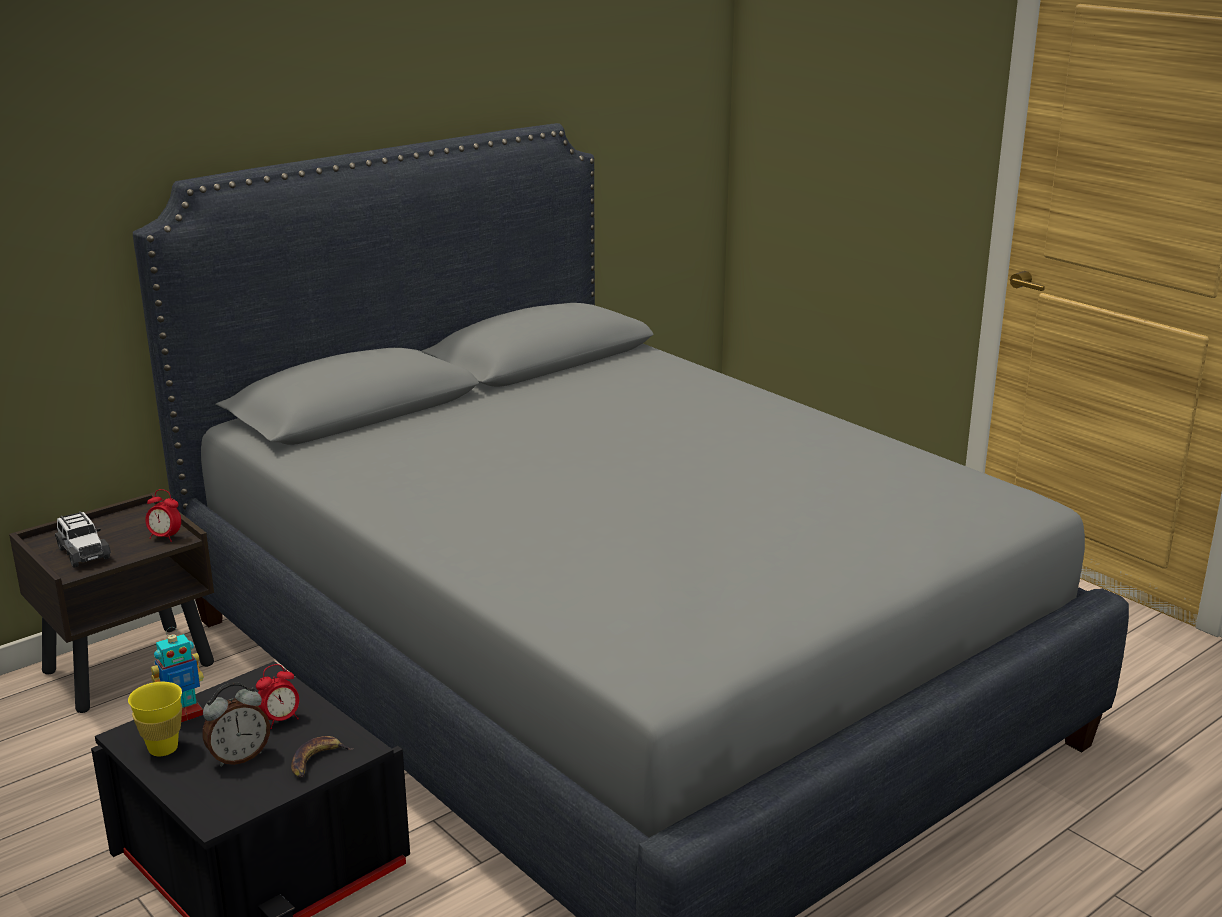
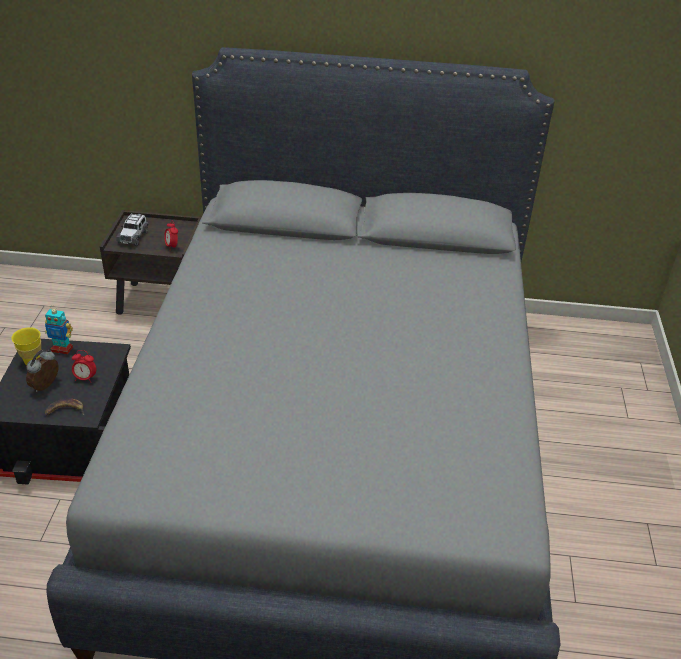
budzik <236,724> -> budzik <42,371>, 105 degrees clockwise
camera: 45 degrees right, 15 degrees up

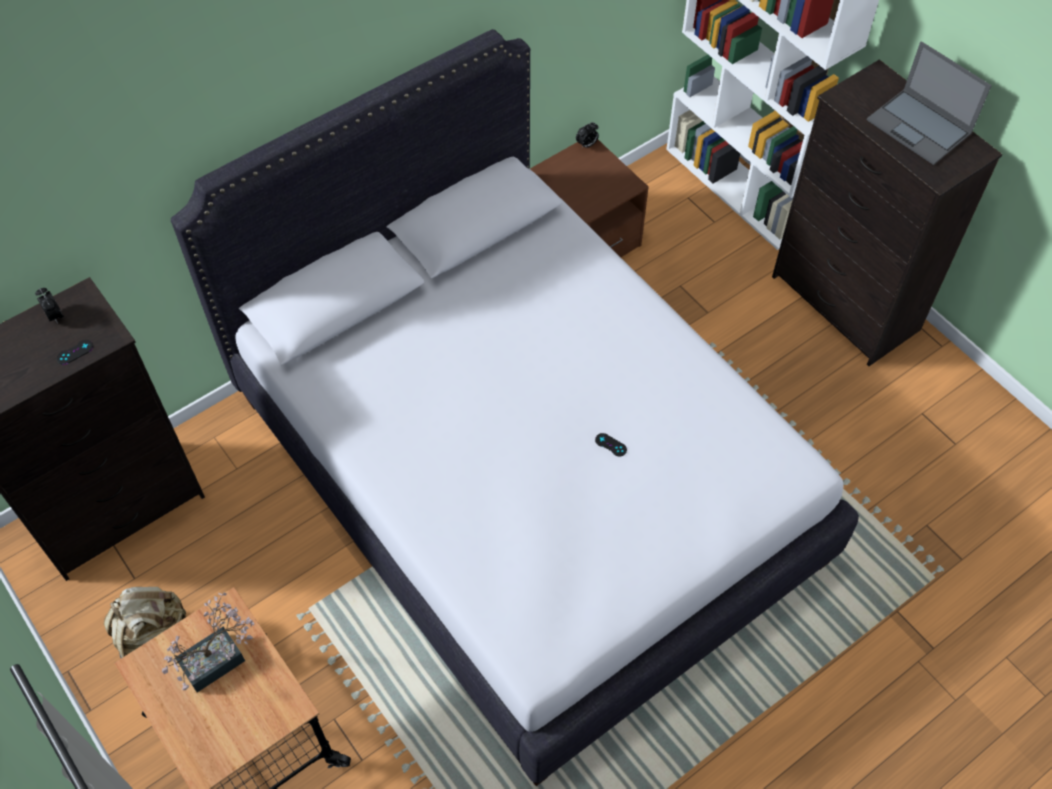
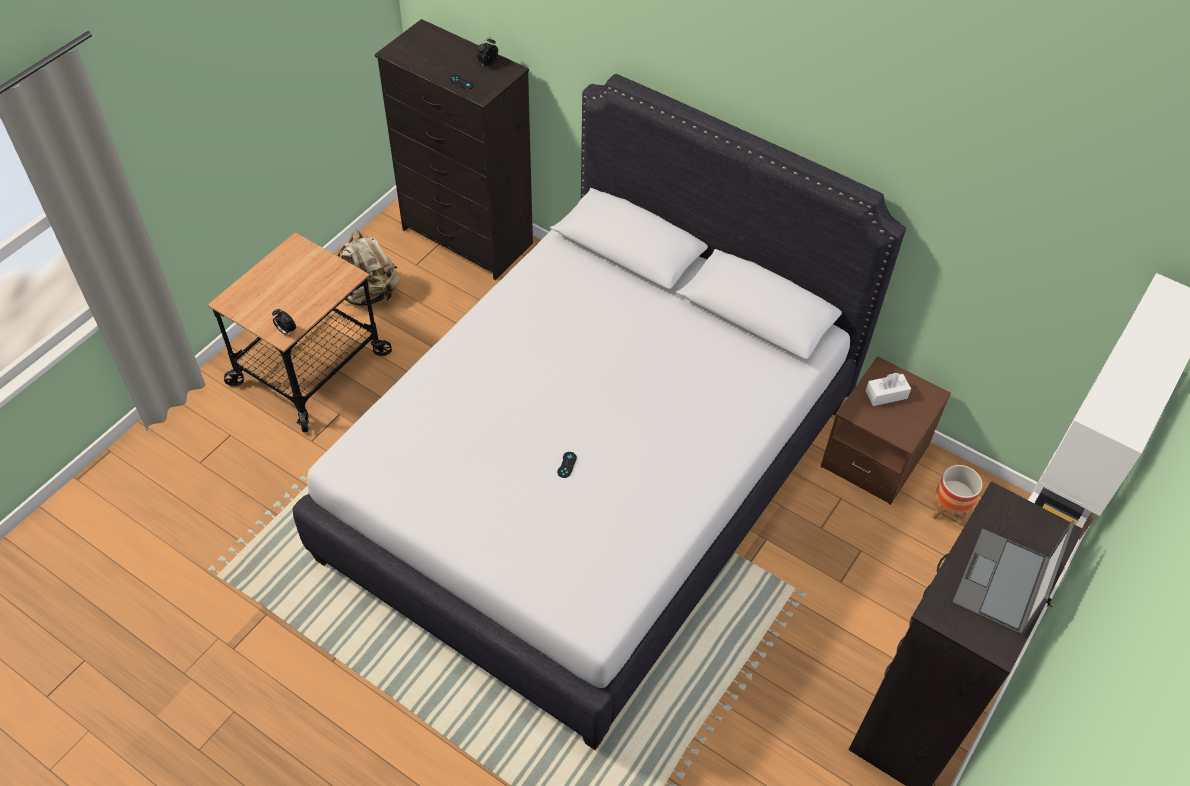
roślina doniczkowa <208,642> -> none
none -> pudełko chusteczek (biały) <888,389>
none -> donica <957,495>
budzik <587,135> -> budzik <284,322>, moved
camera: 70 degrees right, 5 degrees down

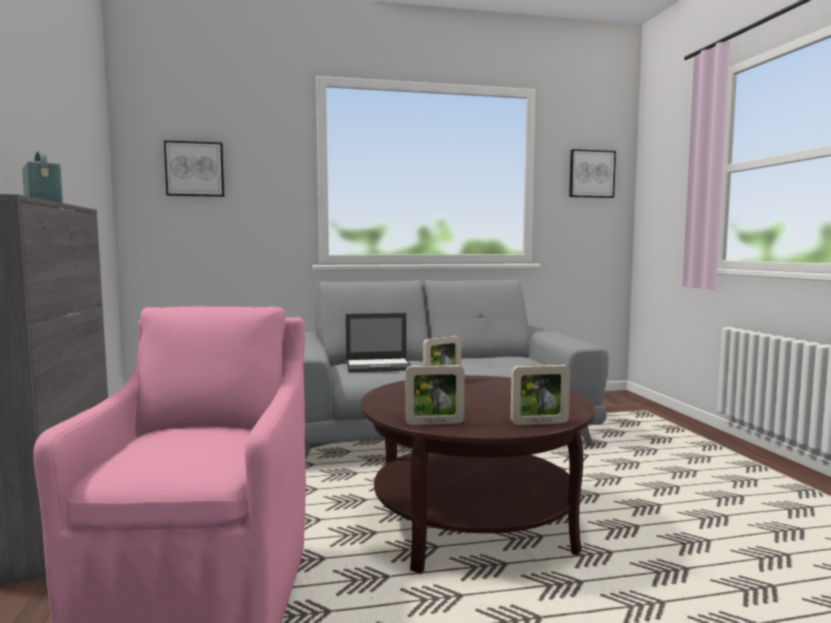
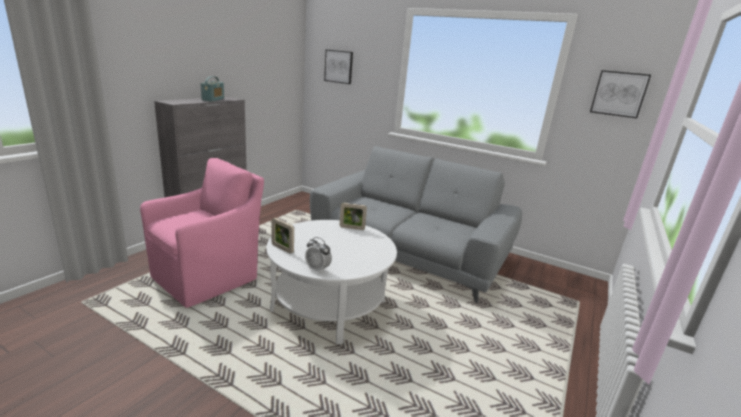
laptop <379,342> -> none
ramka na zdjęcie <540,395> -> budzik <318,255>
ława (brązowy) <477,474> -> ława (biały) <331,282>
camera: 40 degrees right, 15 degrees up

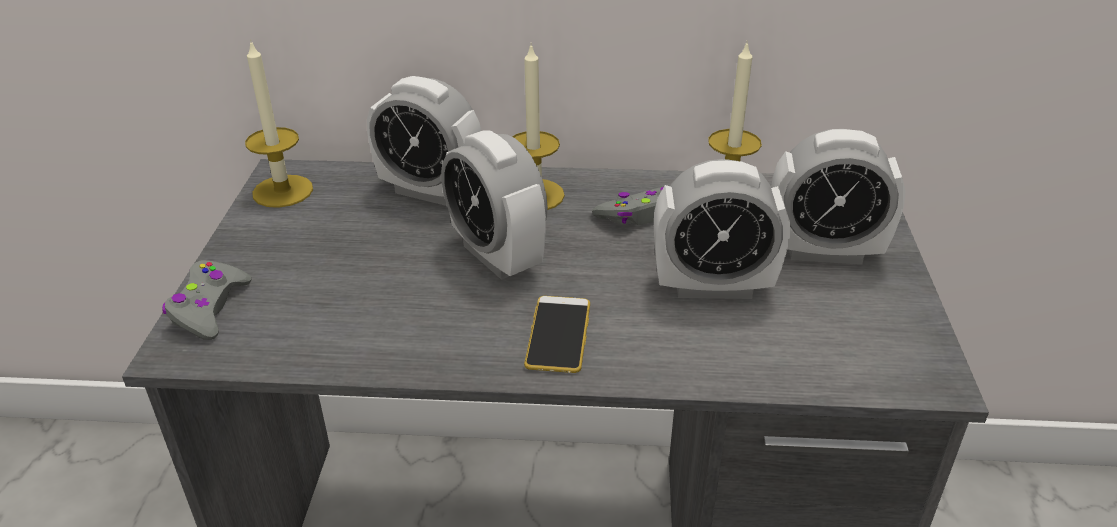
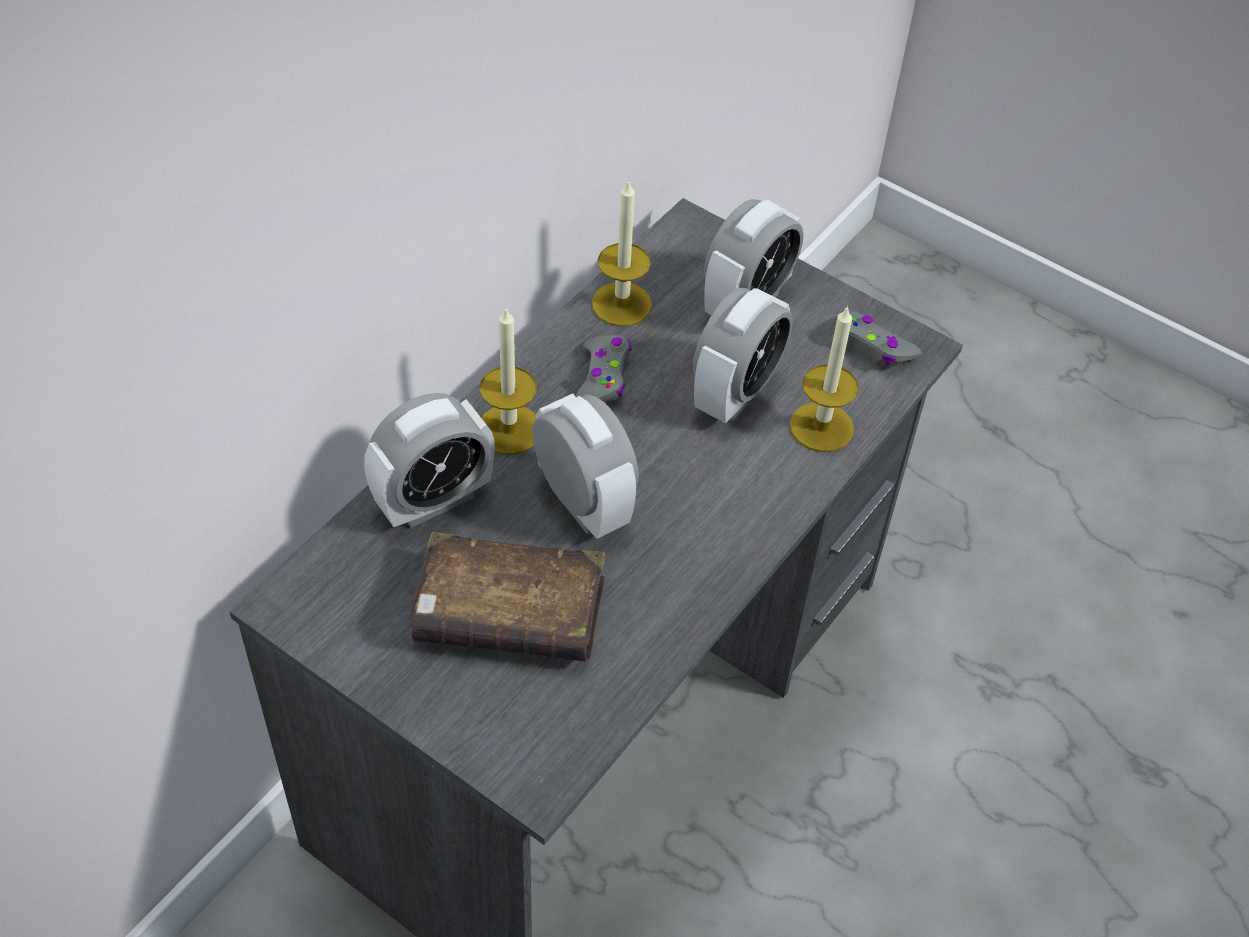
telefon <557,334> -> none
none -> książka (brązowy) <507,597>
pad do gier (szary) <207,300> -> pad do gier (szary) <884,339>, moved
świeca <279,123> -> świeca <824,378>, moved
budzik <494,205> -> budzik <585,466>, 120 degrees counterclockwise
camera: 60 degrees left, 15 degrees up

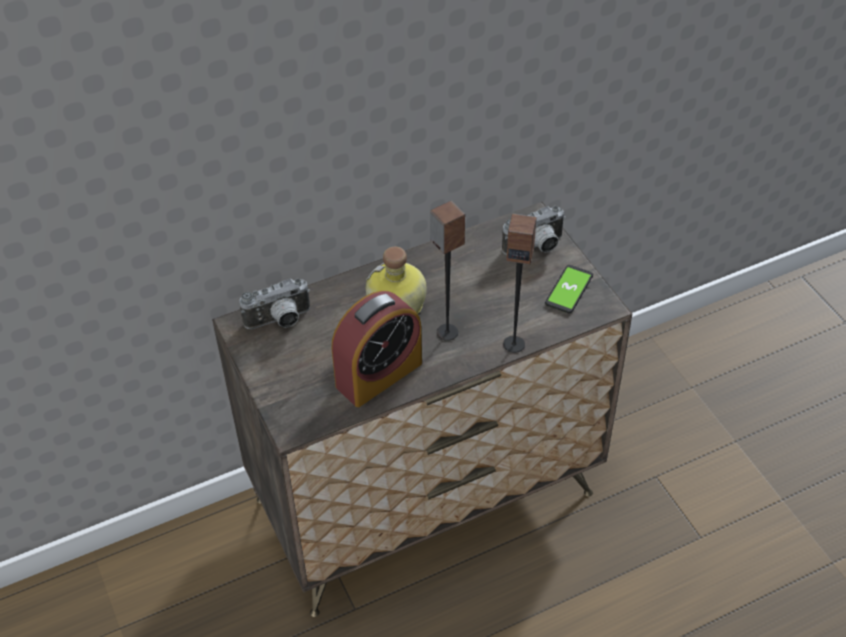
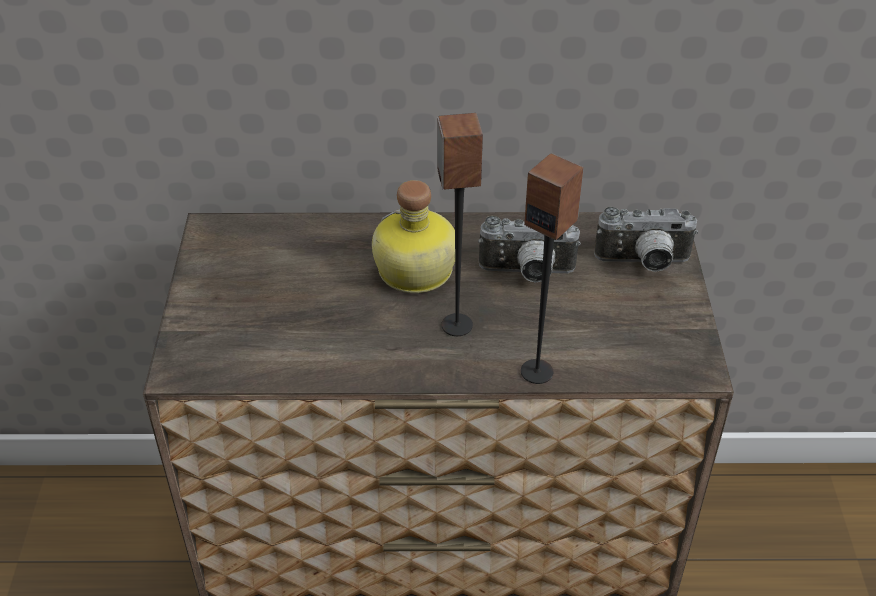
budzik <377,349> -> none
telefon <569,289> -> none
aparat fotograficzny <274,303> -> aparat fotograficzny <529,249>, moved
camera: 25 degrees right, 5 degrees down

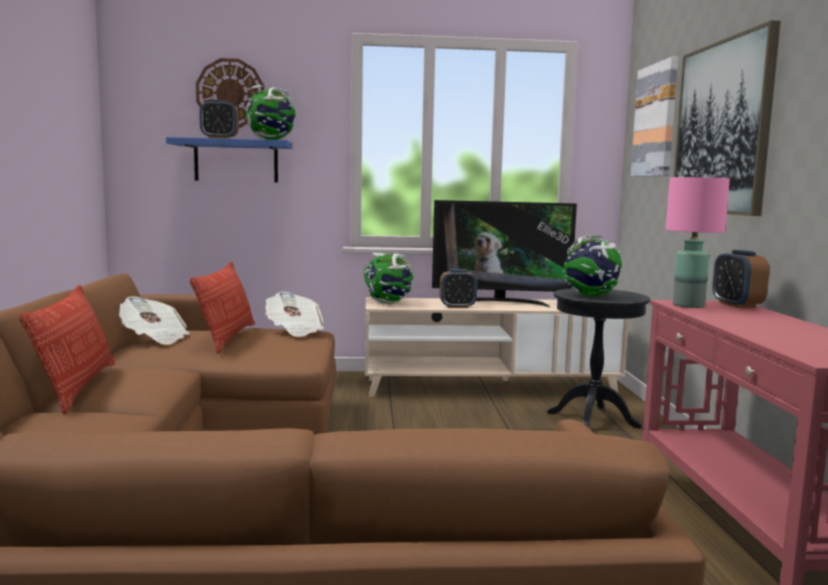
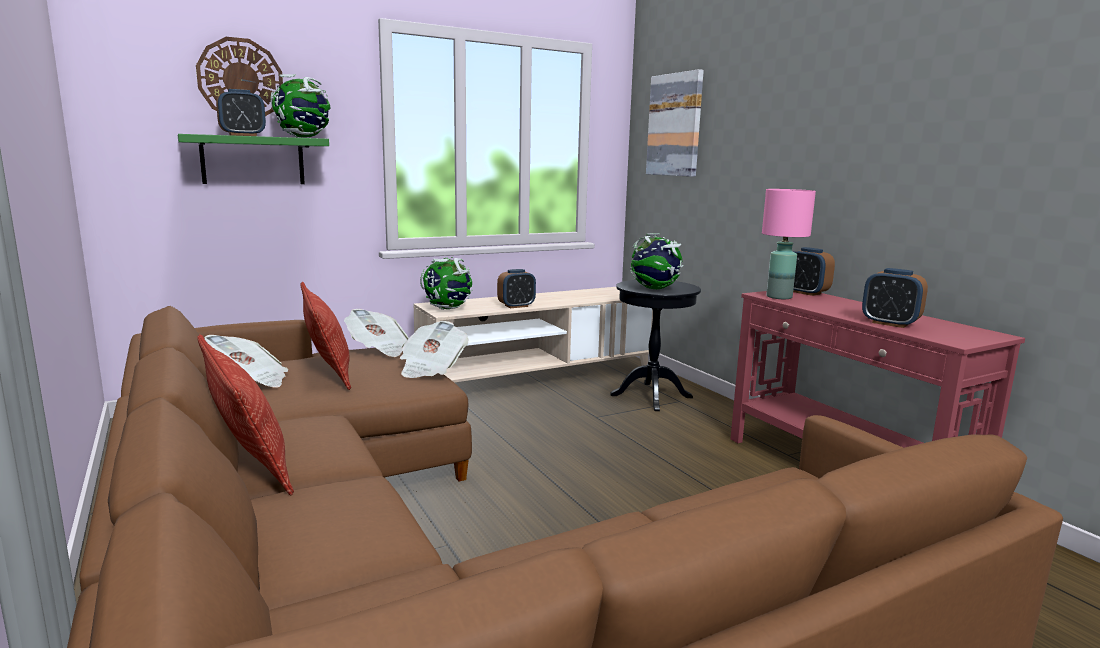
telewizor <504,253> -> none
obraz <727,118> -> none
none -> gazeta <434,349>
none -> budzik <895,298>
półka (niebieski) <229,159> -> półka (zielony) <253,159>
camera: 25 degrees left, 5 degrees up

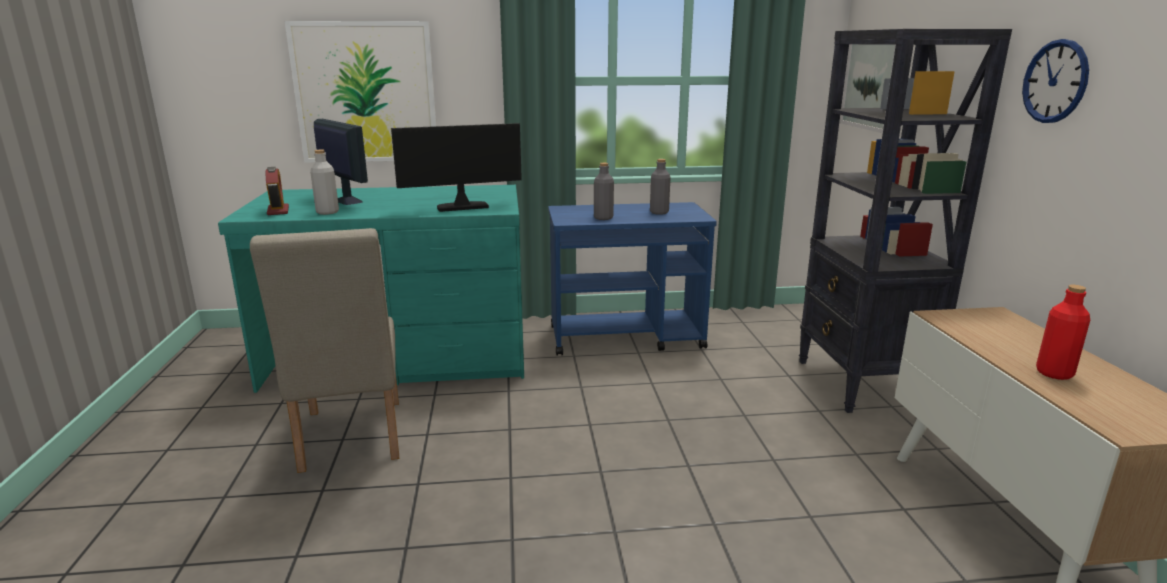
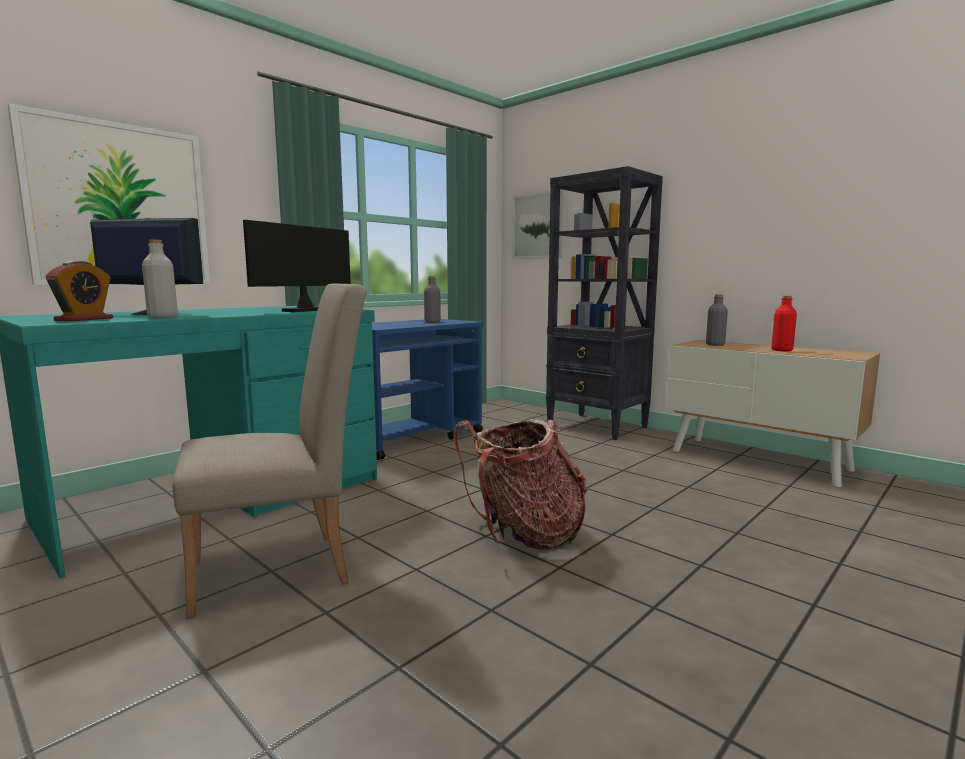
zegar ścienny <1055,81> -> none
none -> plecak <520,484>
butelka (szary) <604,191> -> butelka (szary) <717,320>, moved
krzesło (beżowy) <324,350> -> krzesło (beżowy) <269,451>, 60 degrees counterclockwise
budzik <277,191> -> budzik <79,291>, 75 degrees clockwise
camera: 40 degrees left, 10 degrees down

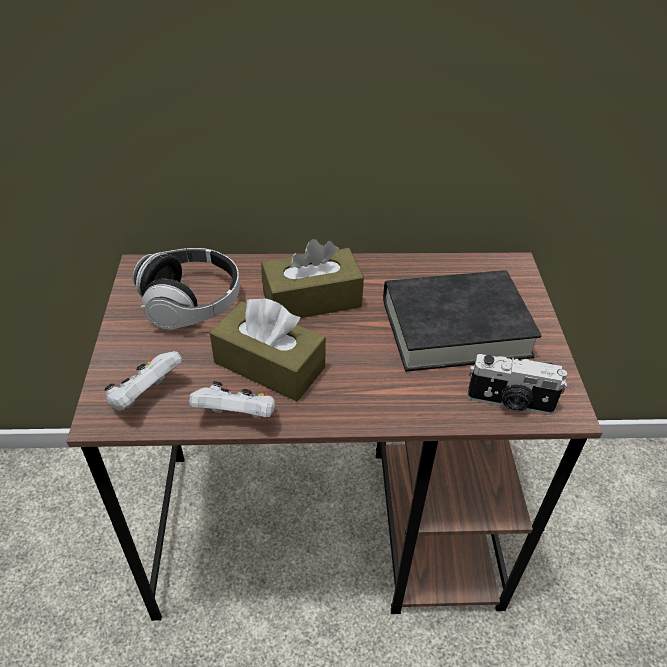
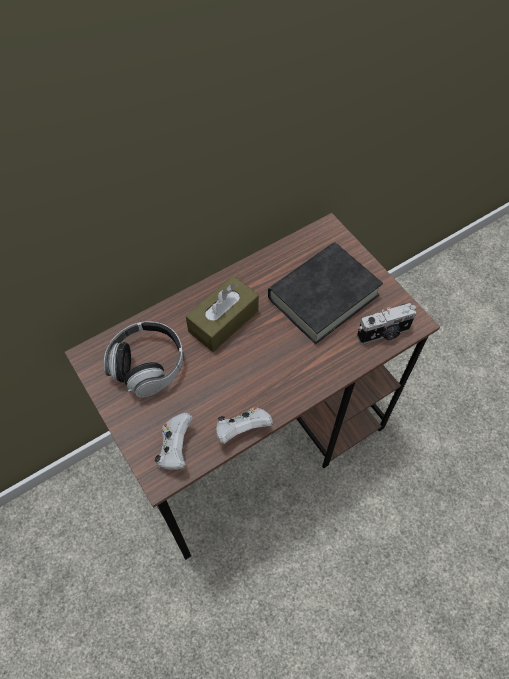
pudełko chusteczek (brązowy) <268,349> -> none
camera: 30 degrees left, 15 degrees up

